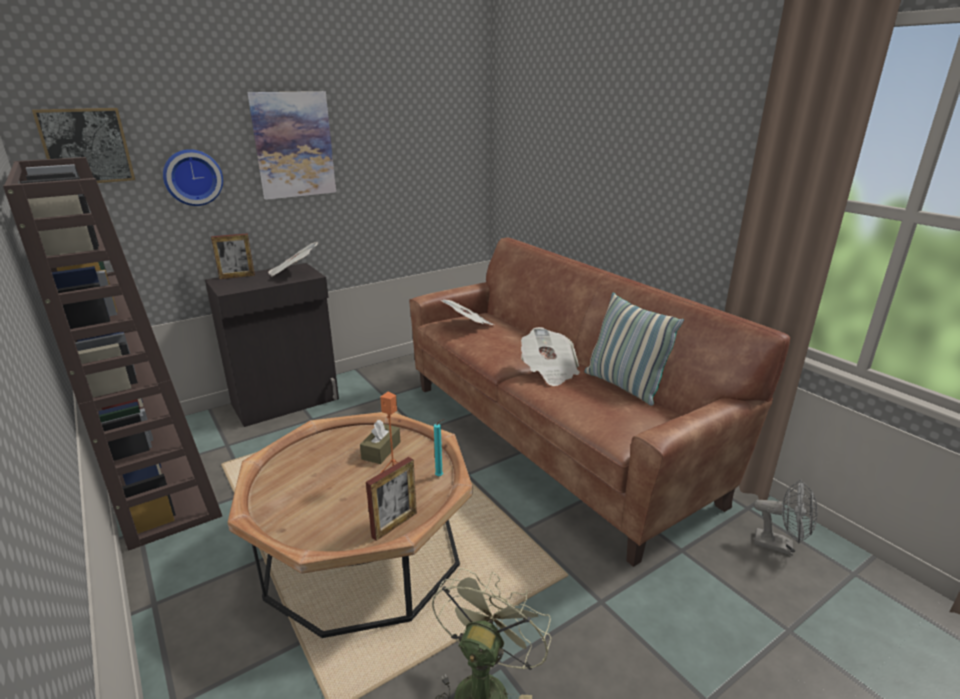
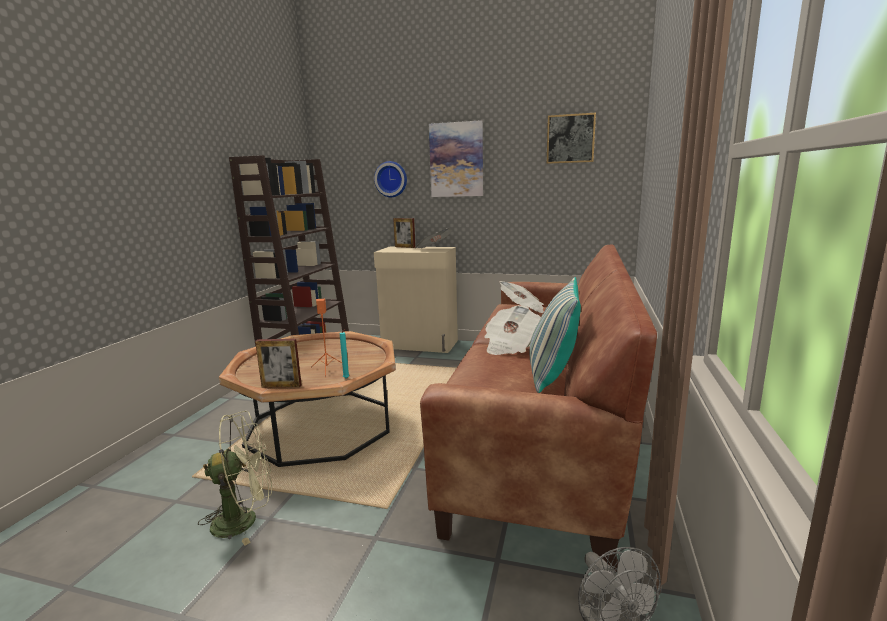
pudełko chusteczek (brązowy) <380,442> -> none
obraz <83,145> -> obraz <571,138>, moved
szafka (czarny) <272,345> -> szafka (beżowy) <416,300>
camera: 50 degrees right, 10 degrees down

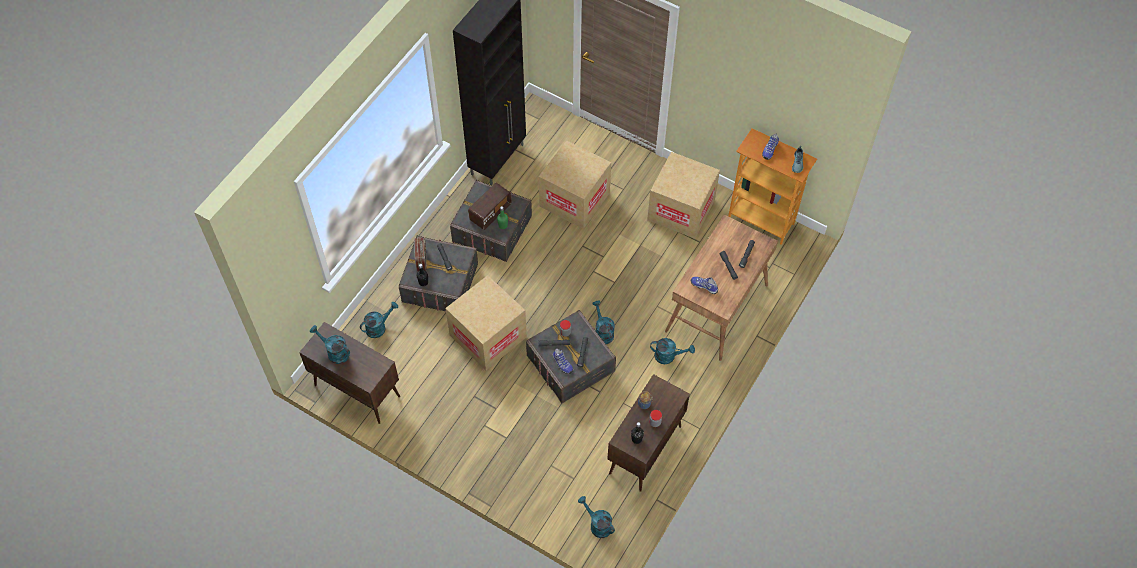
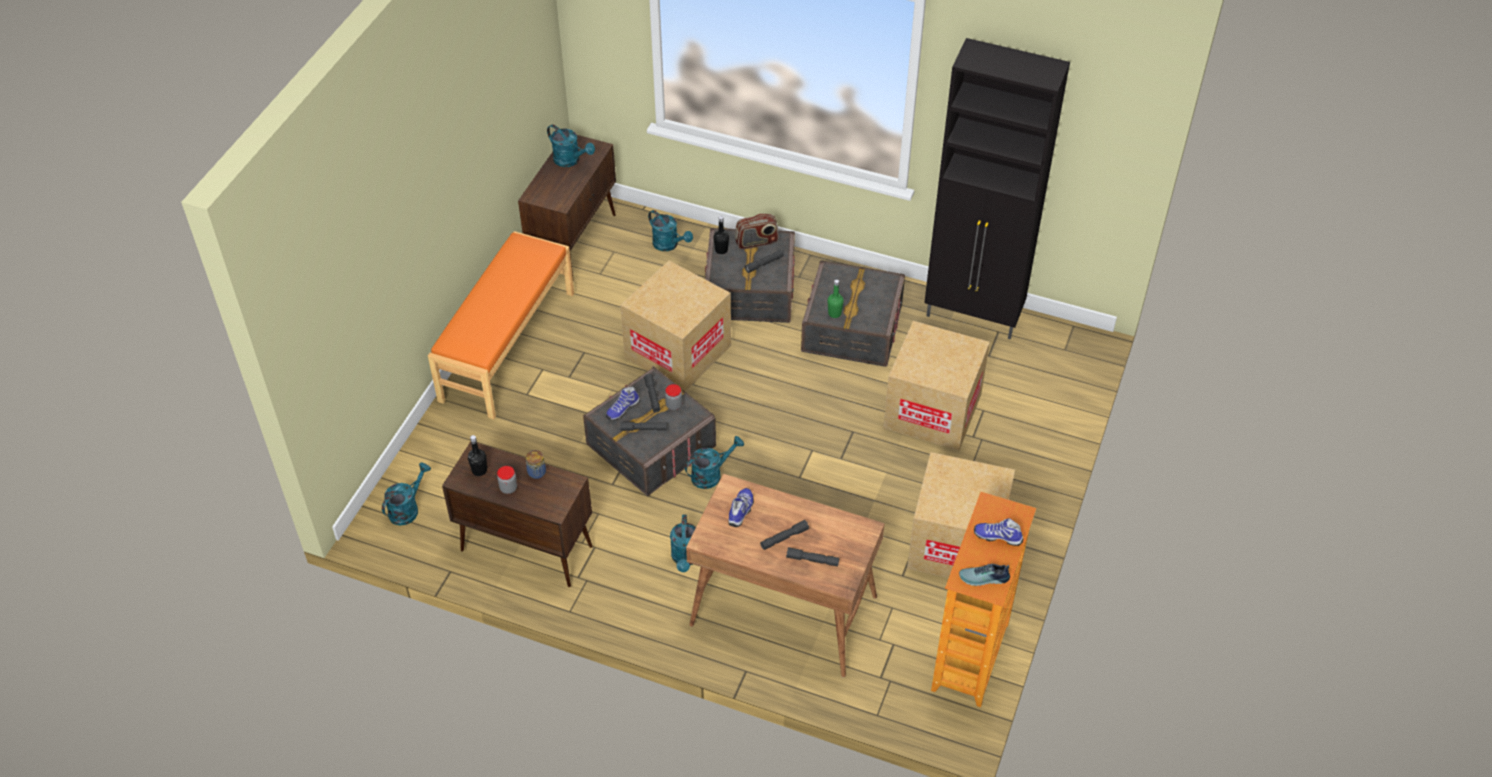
radio <490,206> -> none
none -> ławka (pomarańczowy) <501,325>
konewka (turkusowy) <330,344> -> konewka (turkusowy) <571,145>, 105 degrees clockwise
camera: 80 degrees right, 10 degrees down

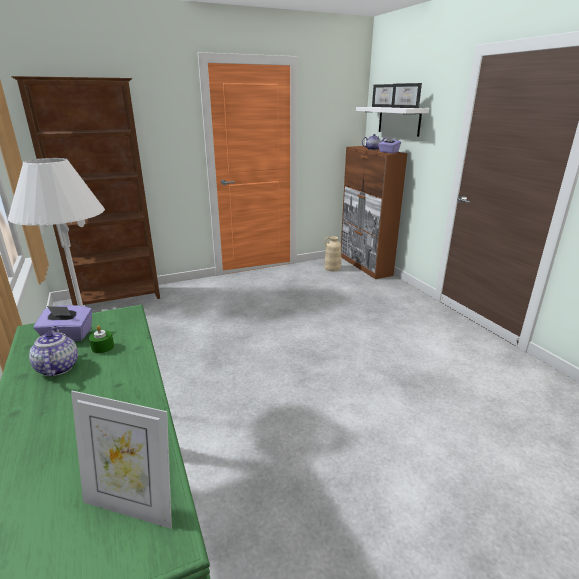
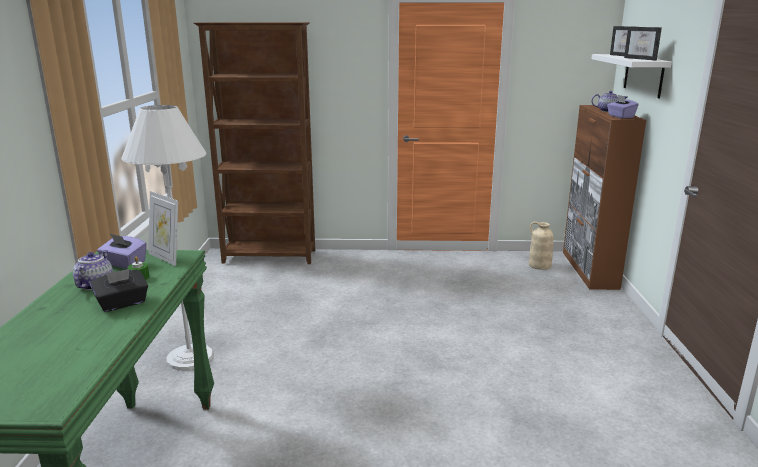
none -> pudełko chusteczek (czarny) <119,290>
ramka na zdjęcie <121,460> -> ramka na zdjęcie <163,228>, moved
camera: 25 degrees right, 5 degrees down

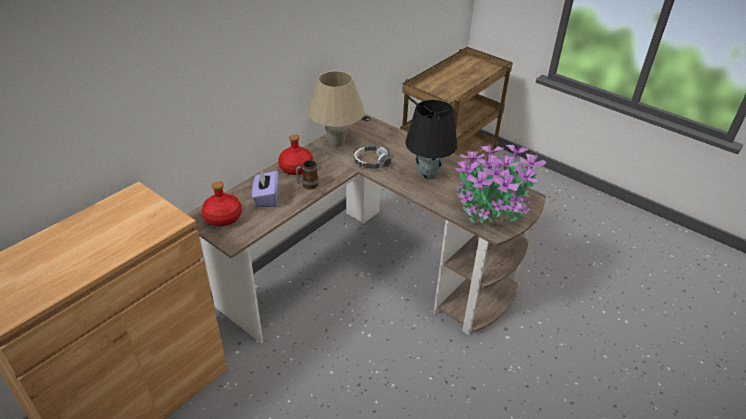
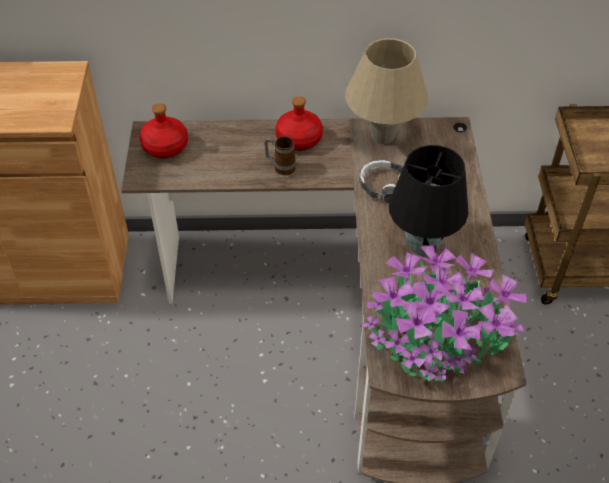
pudełko chusteczek (fioletowy) <265,188> -> none
camera: 50 degrees right, 10 degrees up

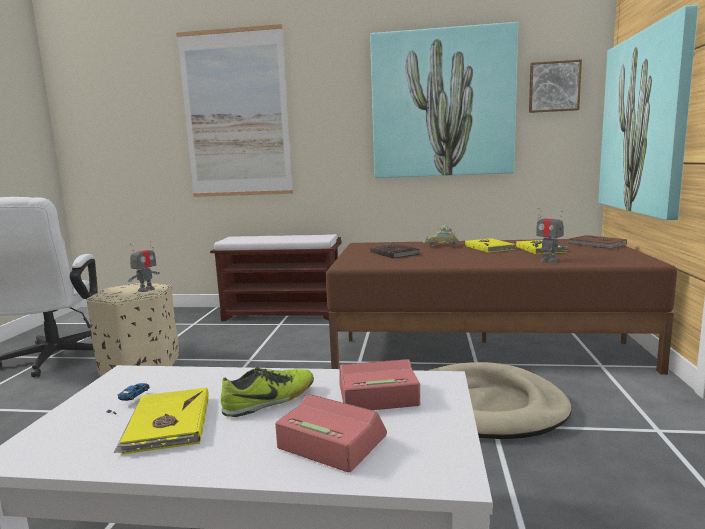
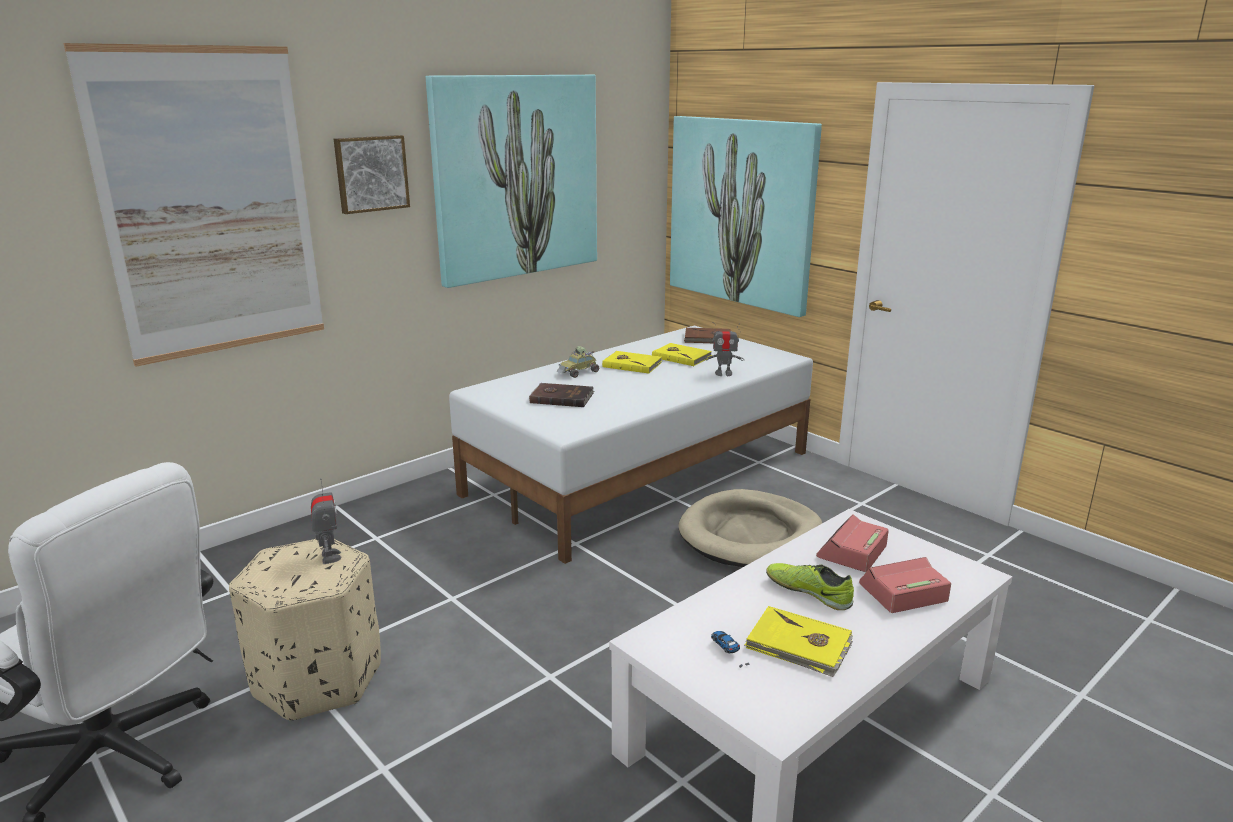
ławka (brązowy) <276,277> -> none
obraz <555,86> -> obraz <372,174>, moved
łóżko (brązowy) <501,307> -> łóżko (biały) <631,445>
but <267,392> -> but <810,586>, 60 degrees counterclockwise
camera: 50 degrees left, 10 degrees up

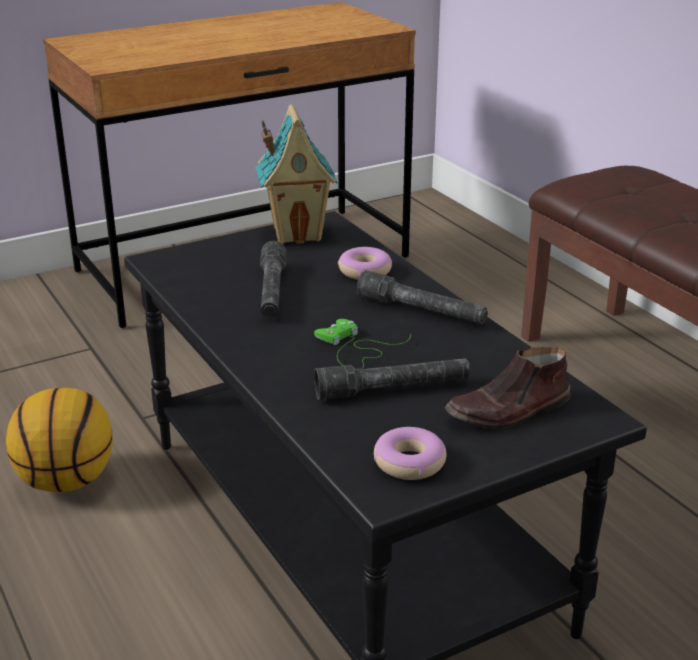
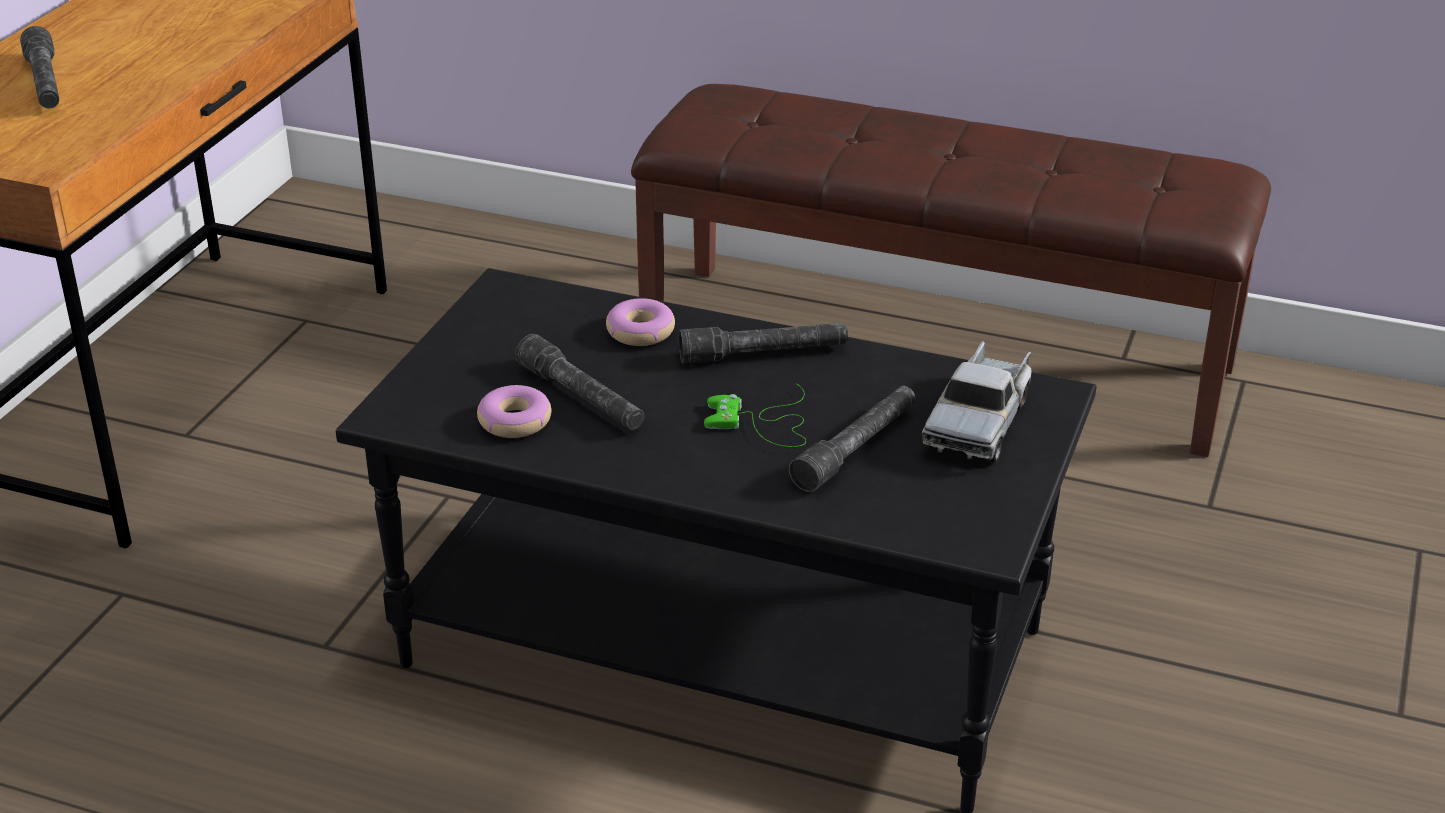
piłka do koszykówki <59,440> -> none
domek <297,174> -> none
none -> latarka (szary) <39,67>
donut <410,453> -> donut <514,411>, moved
but (brązowy) <508,388> -> ciężarówka zabawkowa <977,402>
camera: 40 degrees left, 5 degrees up

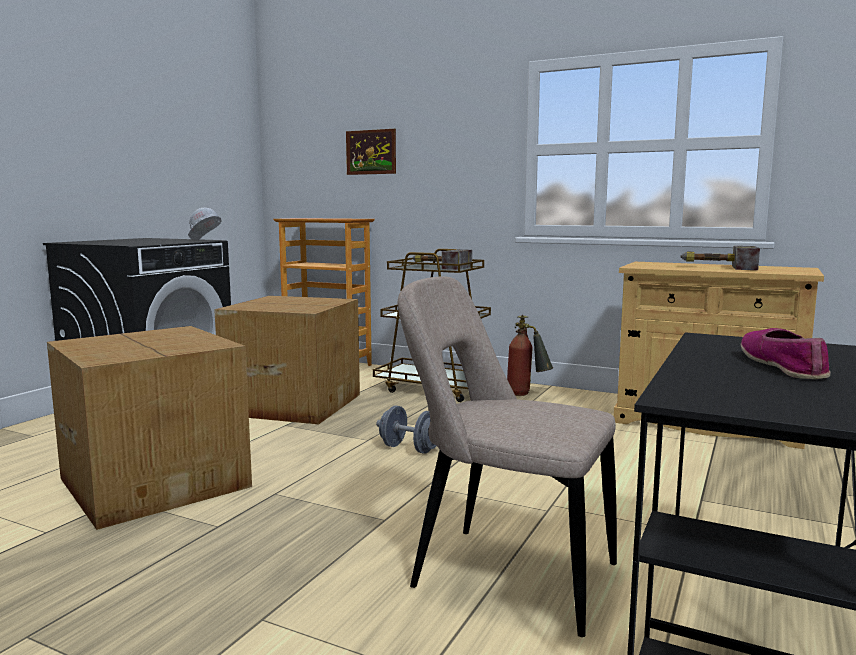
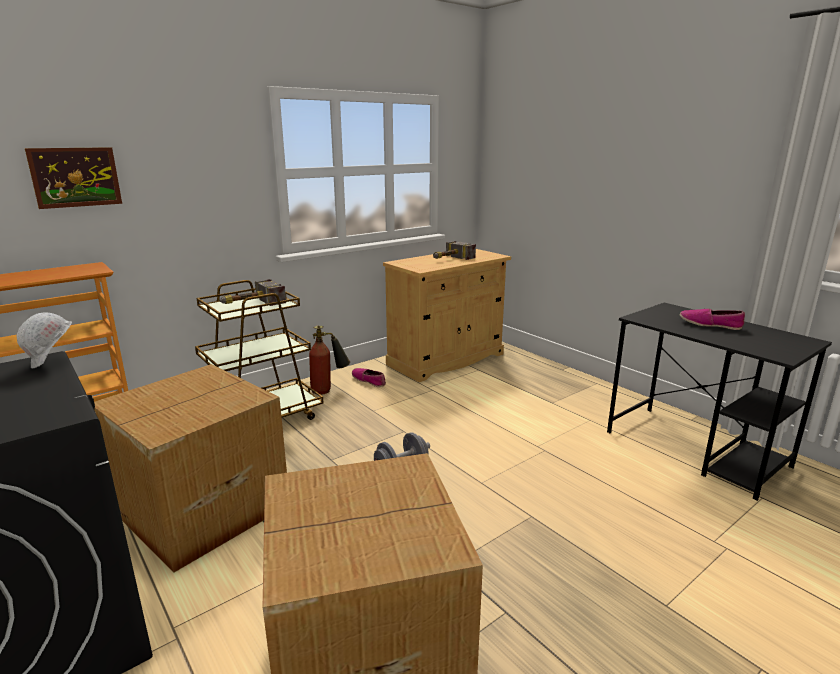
krzesło (beżowy) <507,456> -> none
none -> but <369,377>
camera: 65 degrees left, 10 degrees up

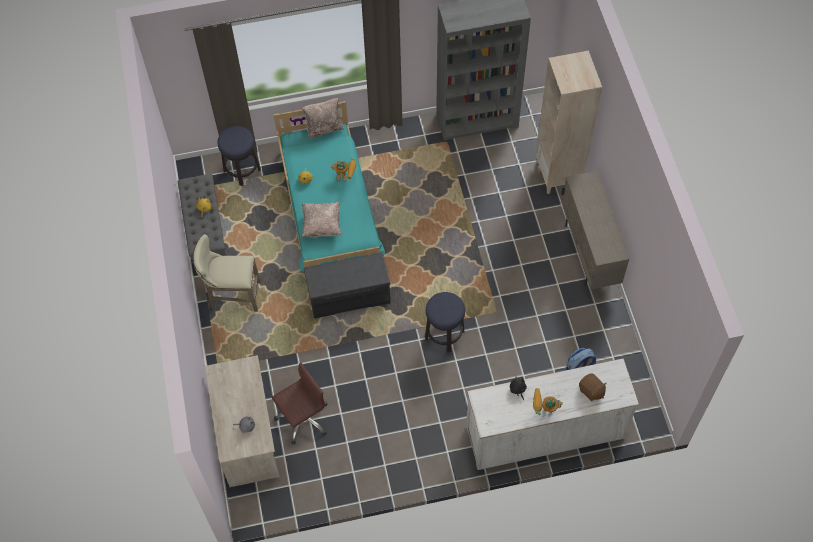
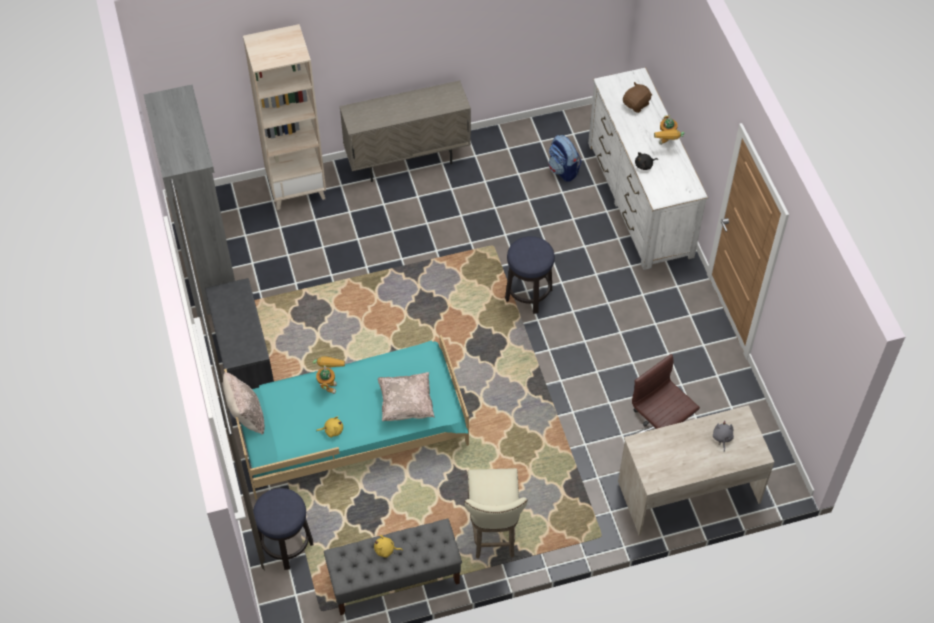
ławka (szary) <347,286> -> ławka (szary) <239,333>, moved
camera: 95 degrees left, 5 degrees down

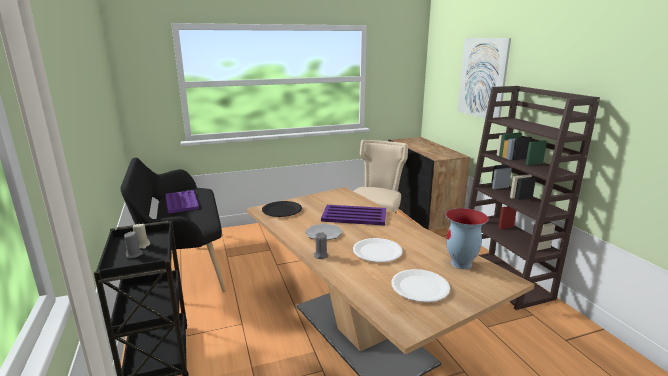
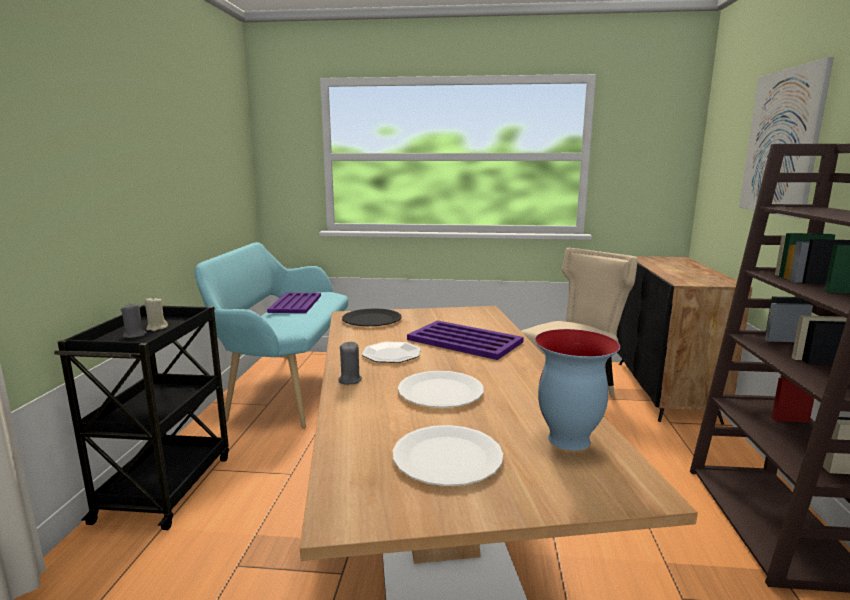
ławka (czarny) <173,225> -> ławka (turkusowy) <271,335>
camera: 25 degrees right, 5 degrees down

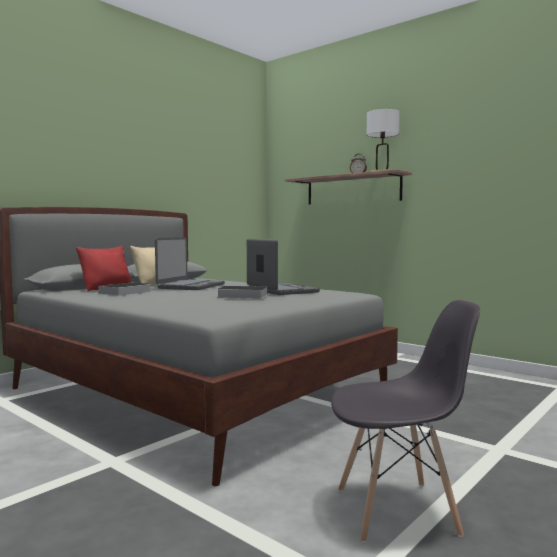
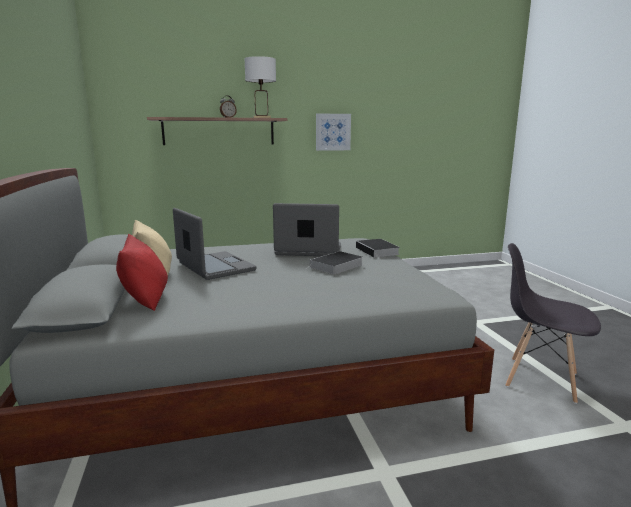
none -> obraz <333,132>
książka <122,289> -> książka <378,249>, moved
krzesło (szary) <405,421> -> krzesło (szary) <553,323>, 90 degrees counterclockwise
camera: 55 degrees left, 10 degrees up

